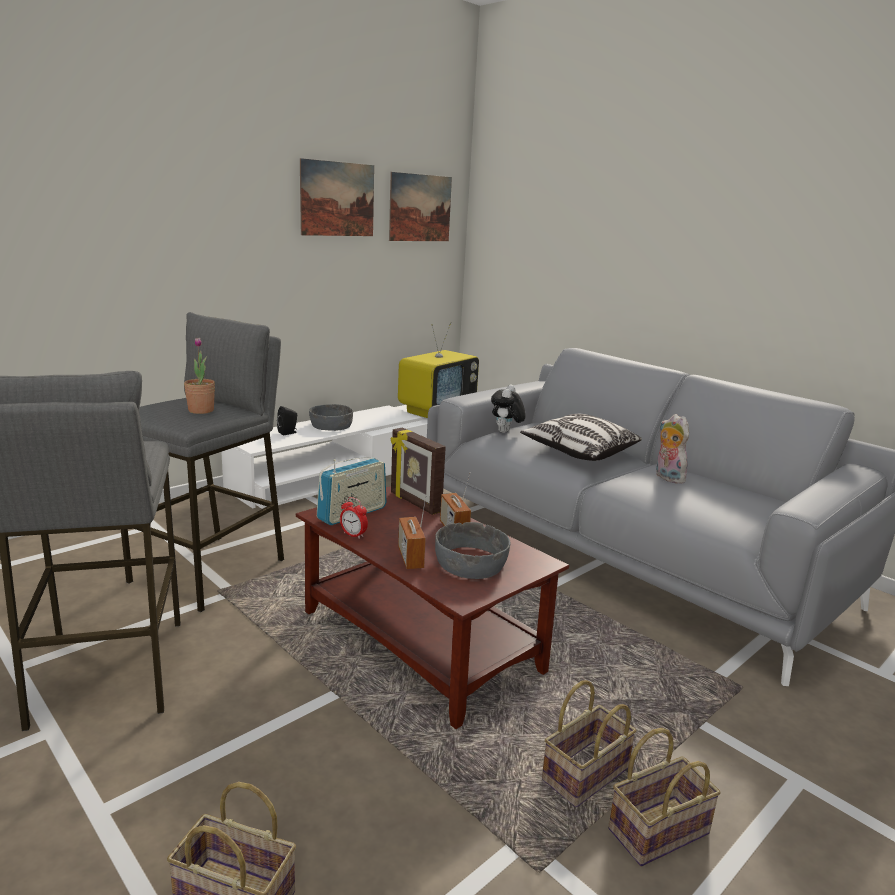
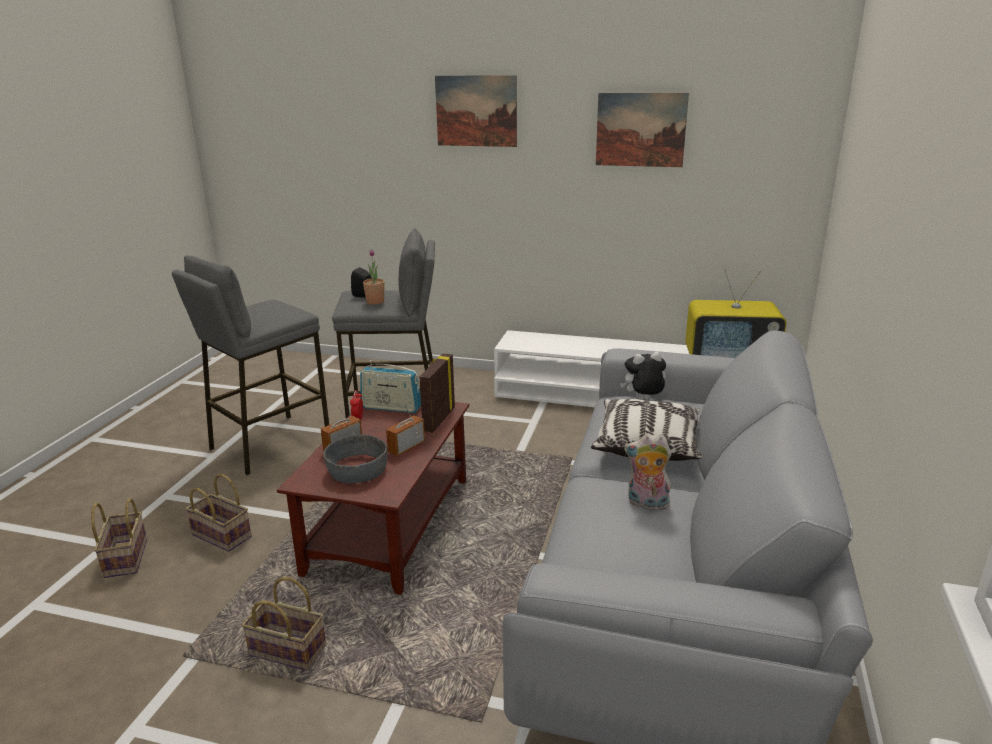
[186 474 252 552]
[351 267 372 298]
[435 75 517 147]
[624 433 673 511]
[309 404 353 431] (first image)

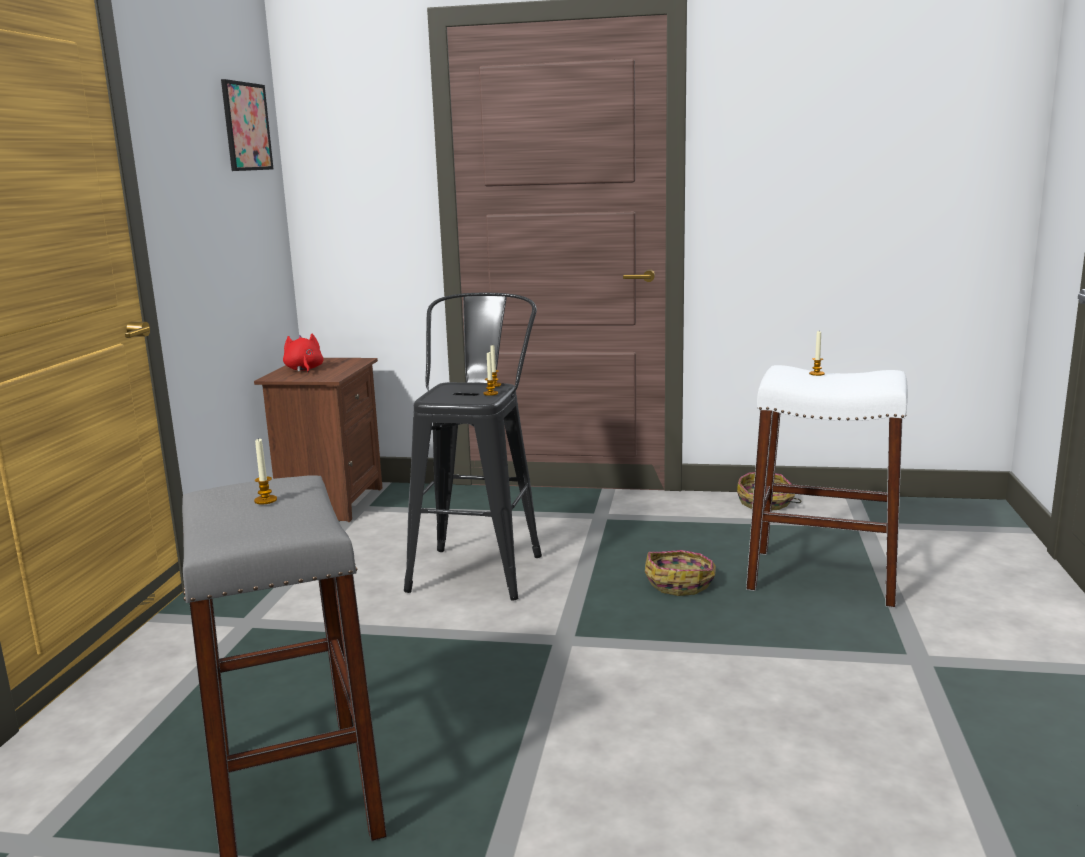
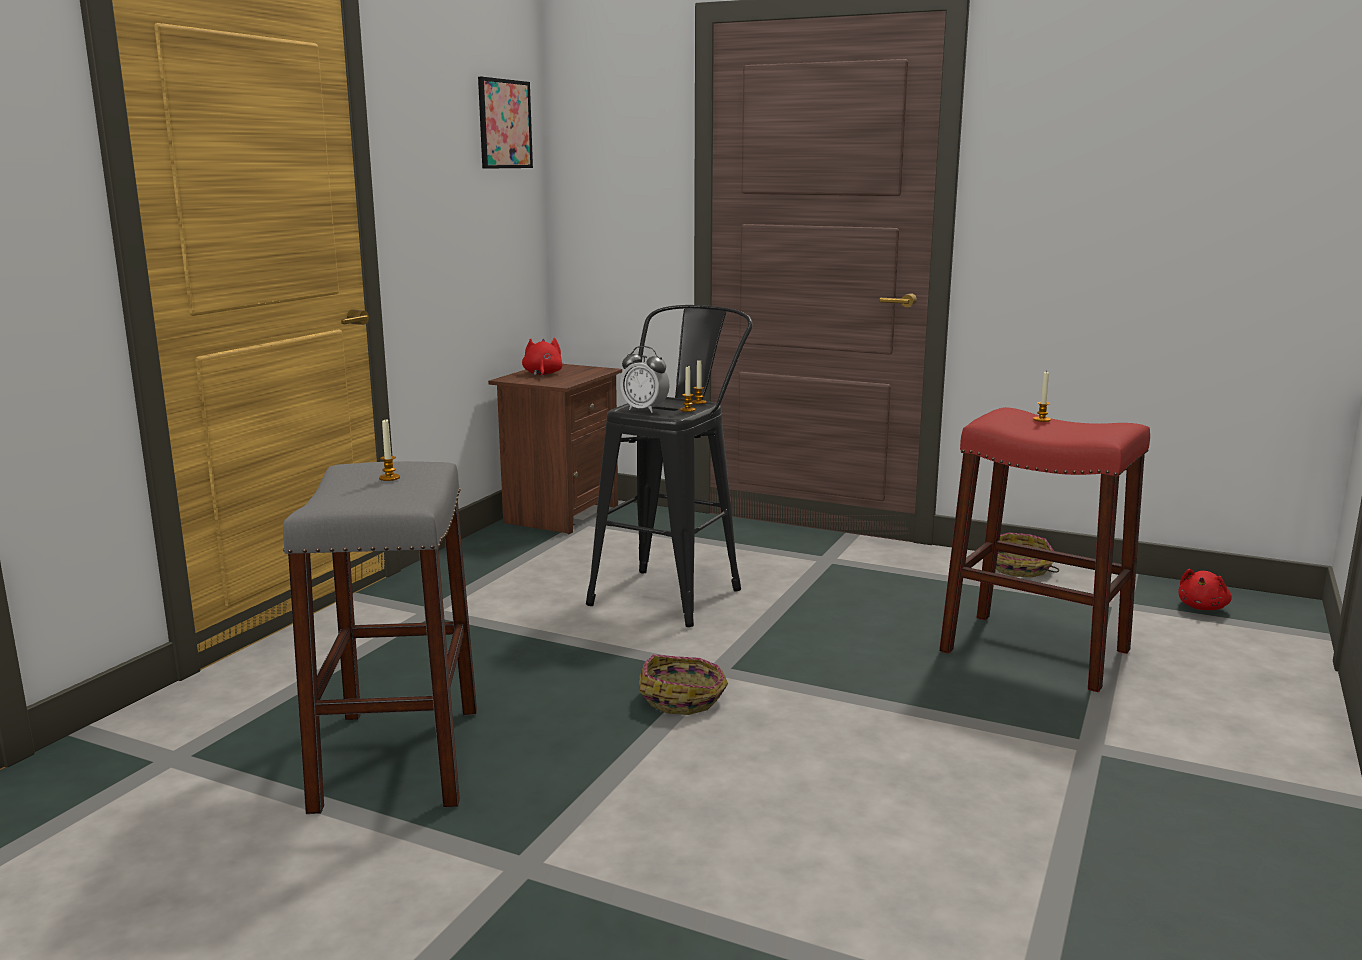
[620 346 670 413]
[639 654 728 715]
[939 407 1150 692]
[1178 569 1232 610]

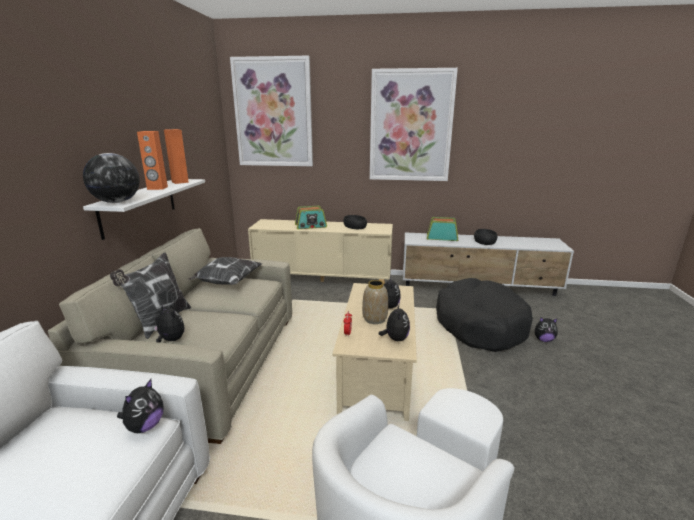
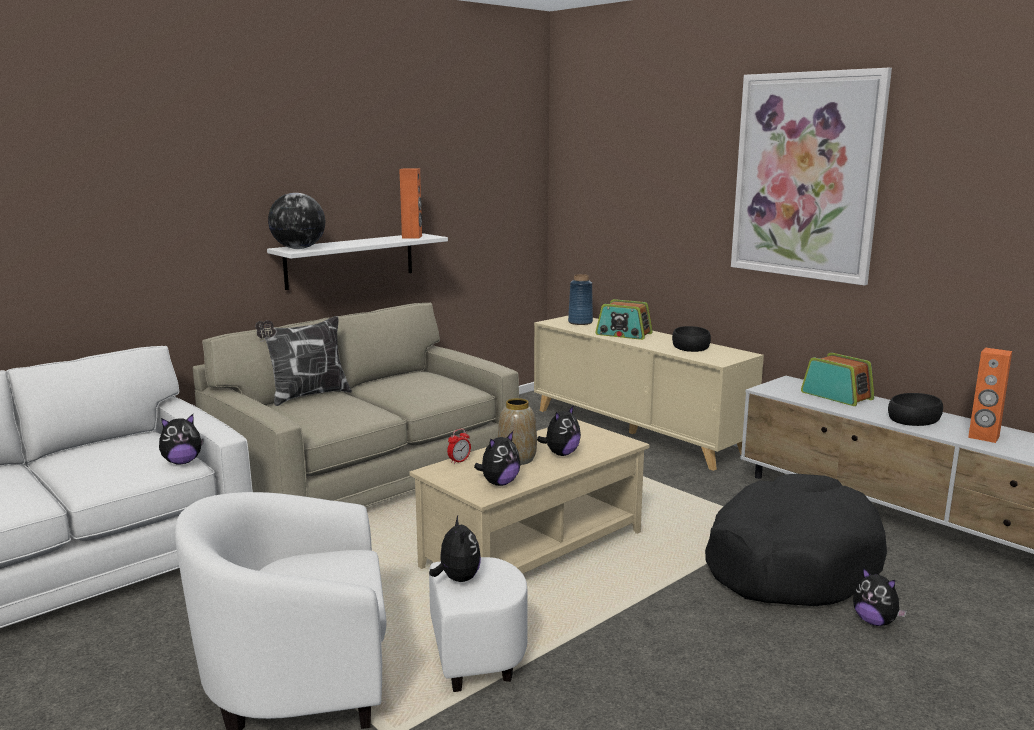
[429 516 481 582]
[568 274 593 325]
[968 348 1012 443]
[188 257 262 285] (first image)
[230 56 313 166] (first image)

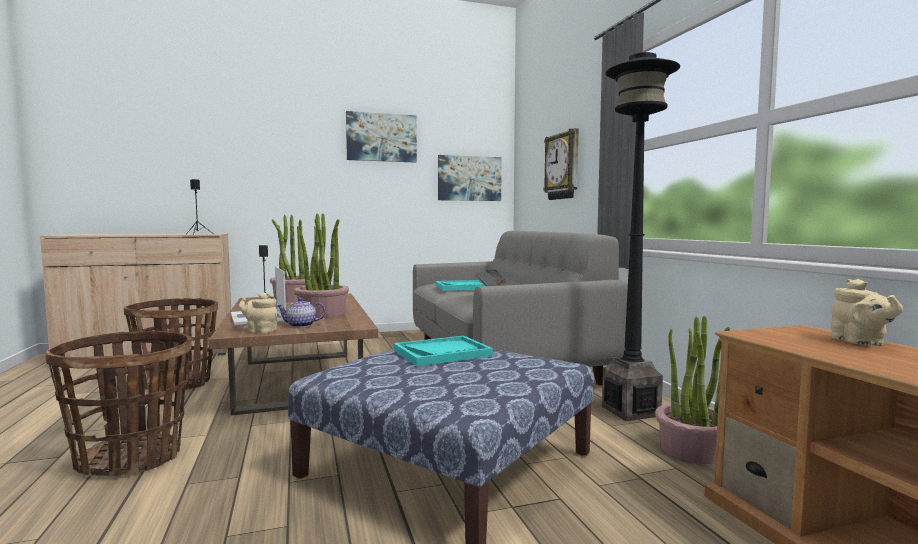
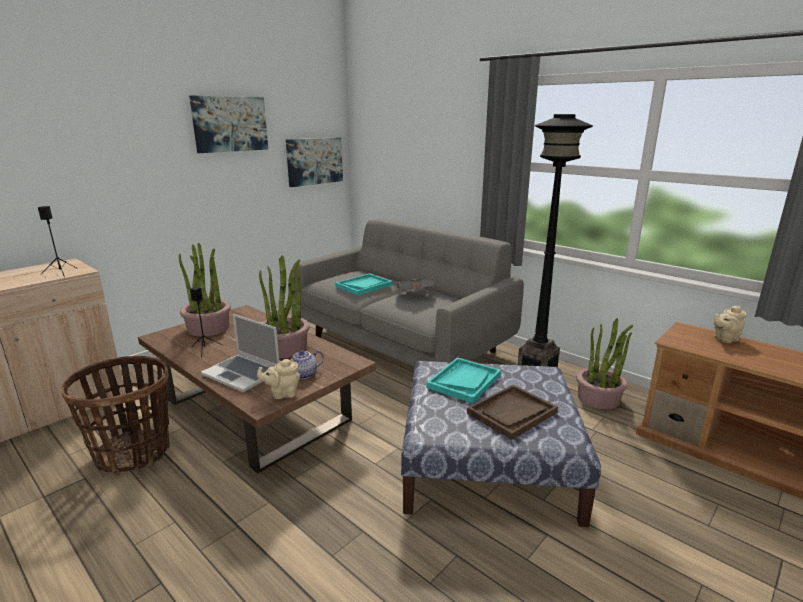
[467 385 558 440]
[713 306 747 343]
[46 330 192 477] (first image)
[543 128 579 200] (first image)

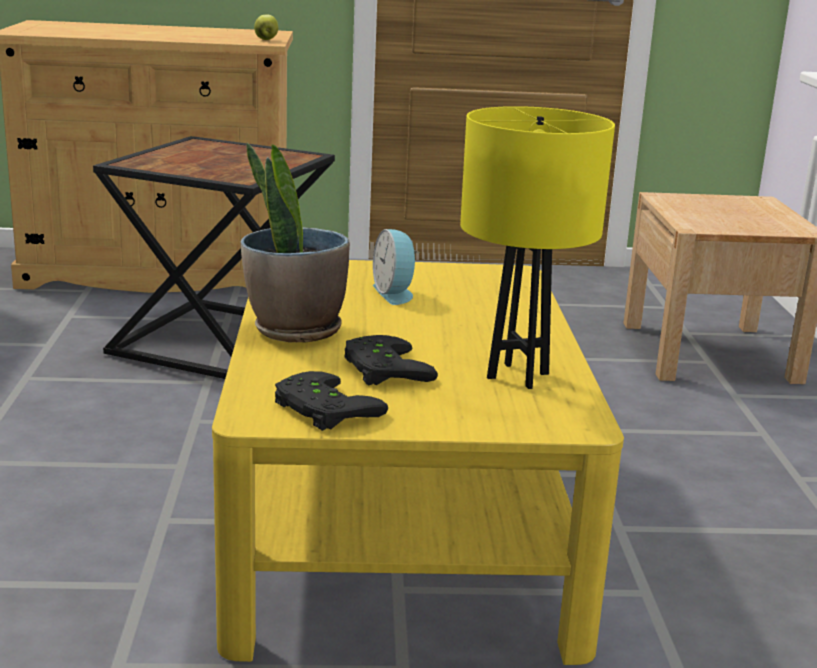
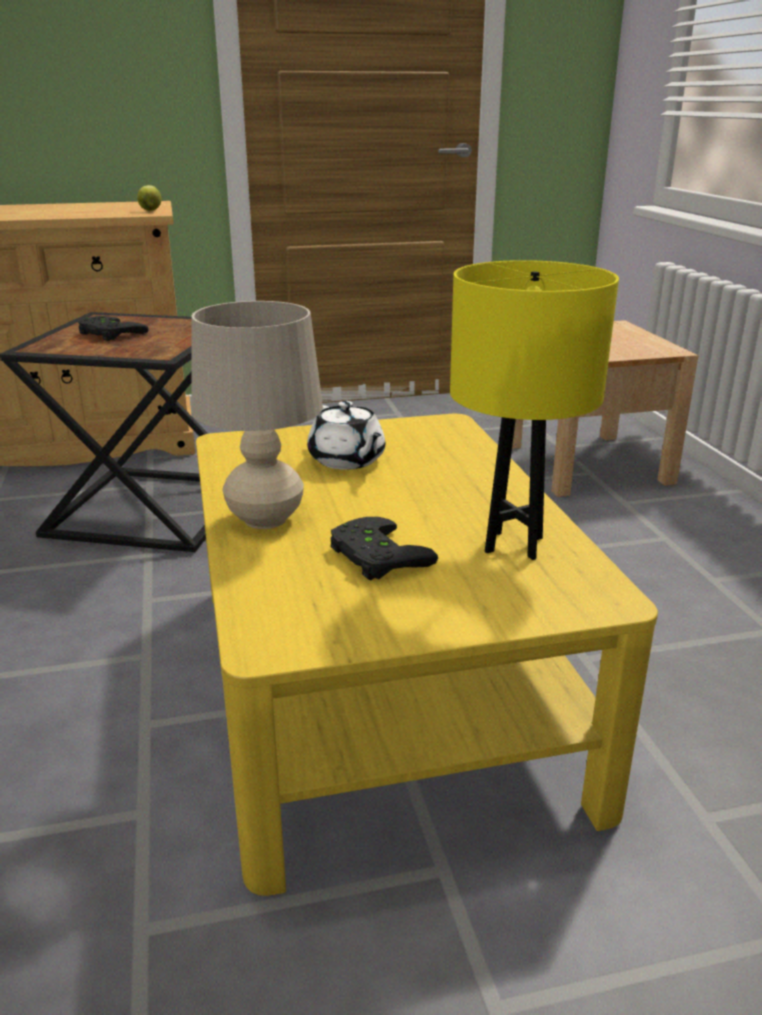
[78 316 149 341]
[191 301 323 529]
[307 401 385 470]

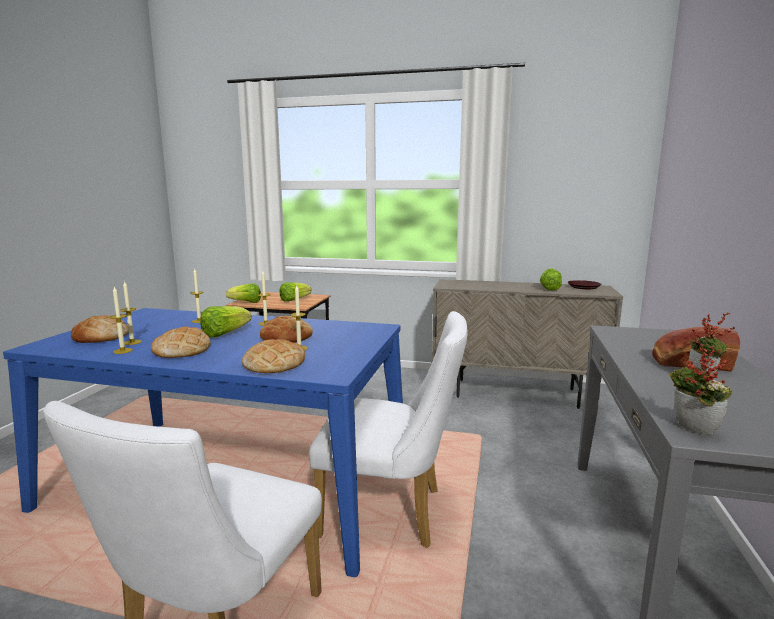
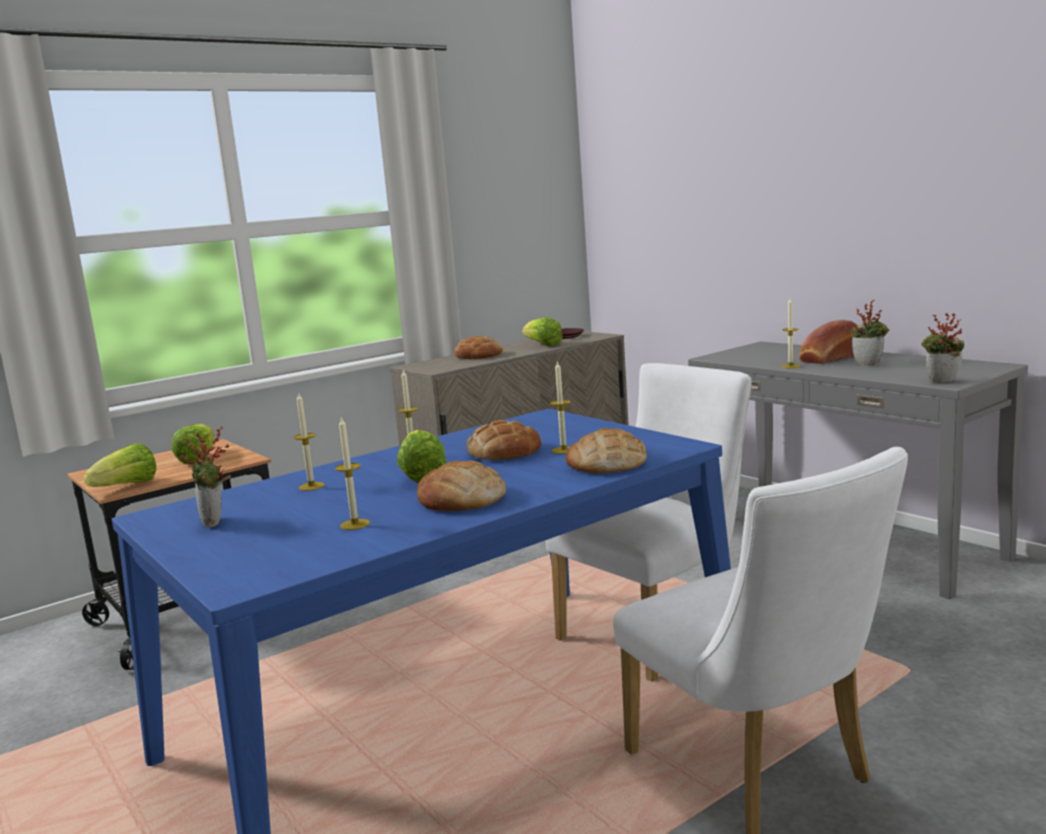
[180 427 231 527]
[454 335 503 359]
[781 299 800 368]

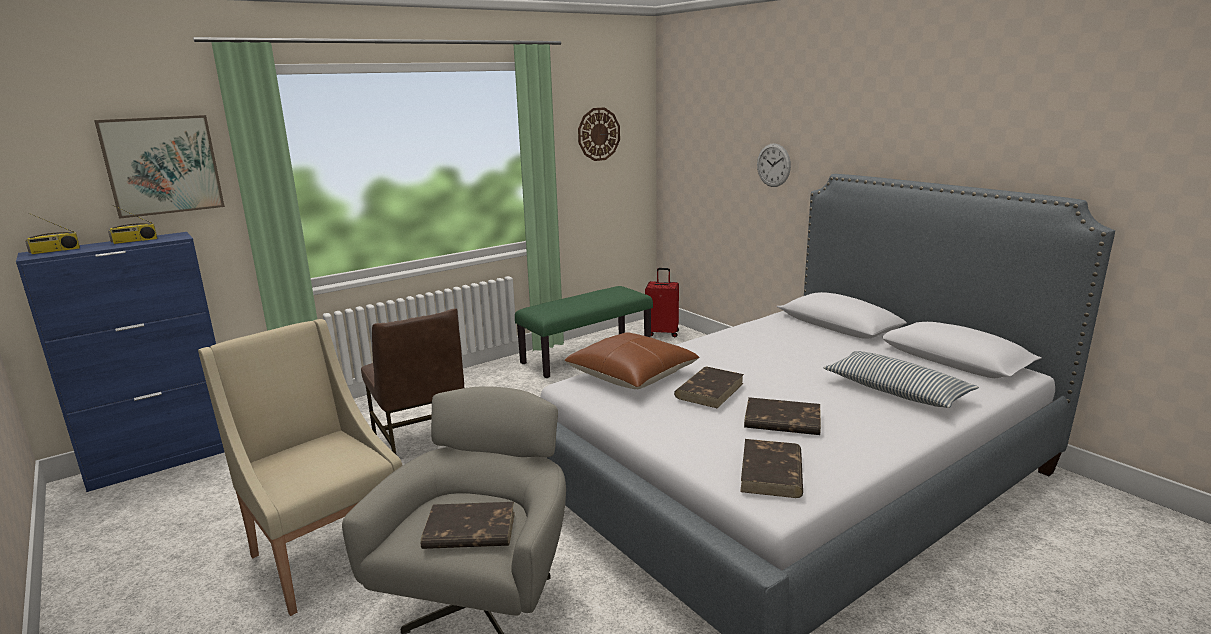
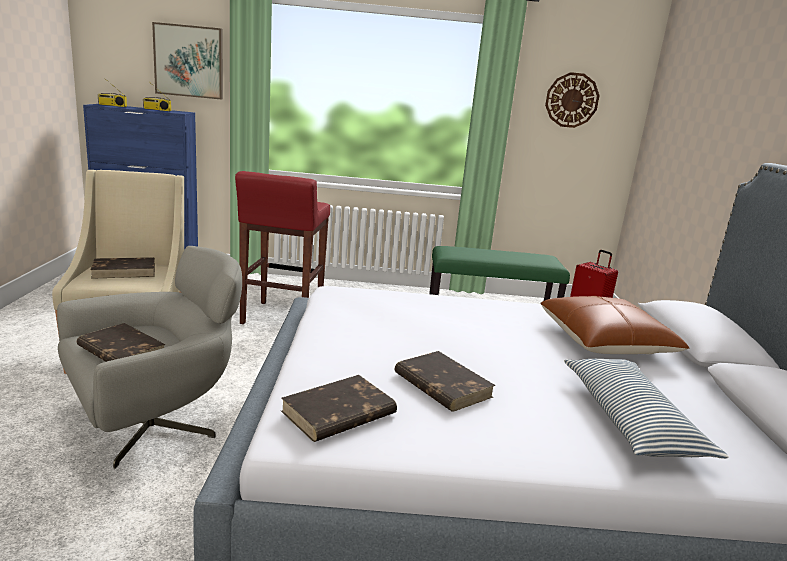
[90 257 155 279]
[235 171 330 324]
[540 296 689 354]
[757 143 791 187] (first image)

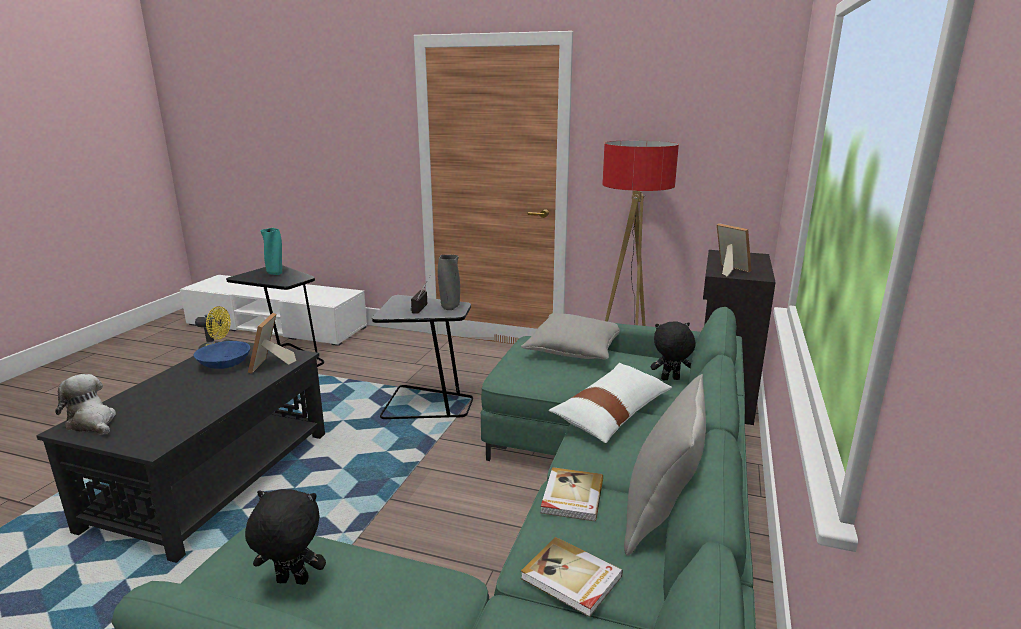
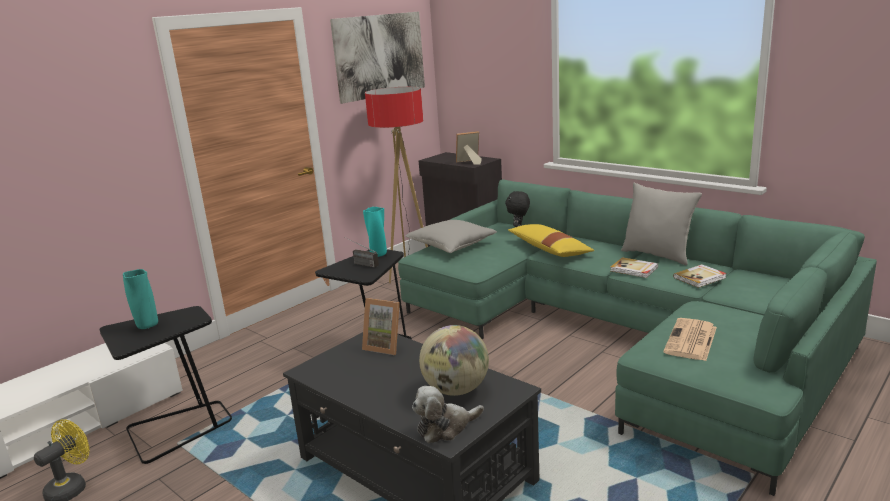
[330 12 425 104]
[363 207 387 257]
[419 325 489 396]
[508 224 594 257]
[663 318 717 361]
[194 341 250 369] (first image)

